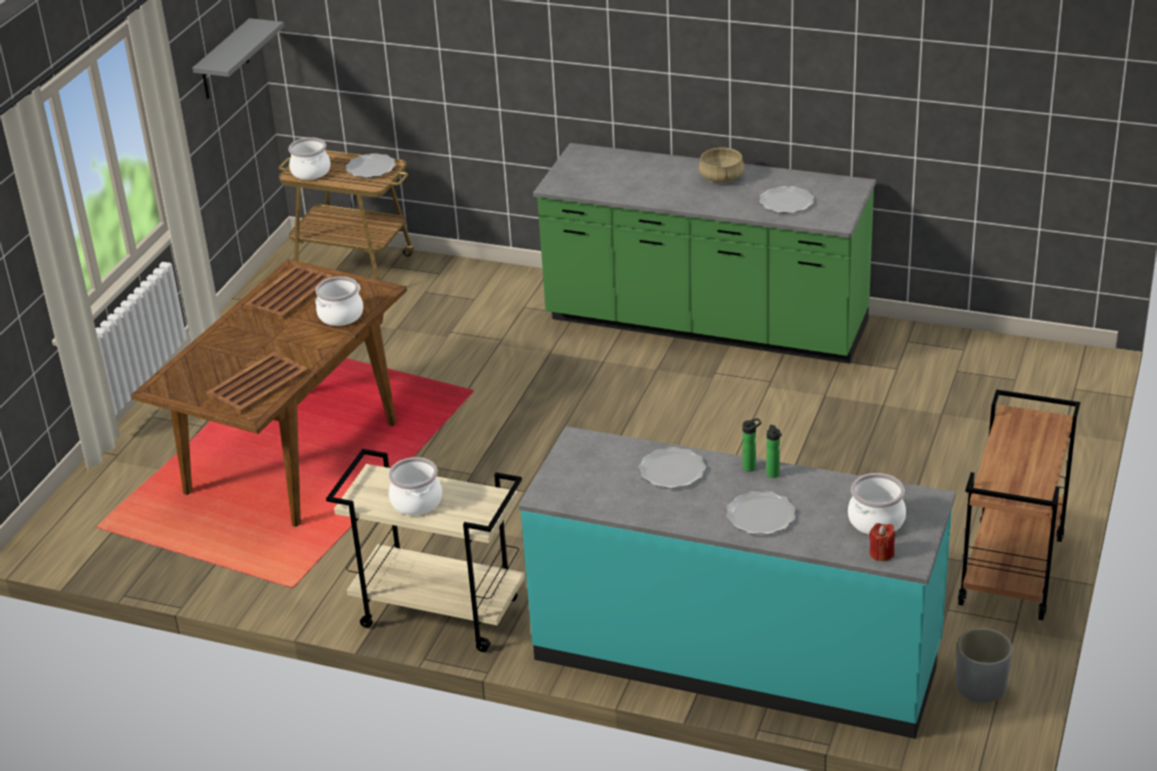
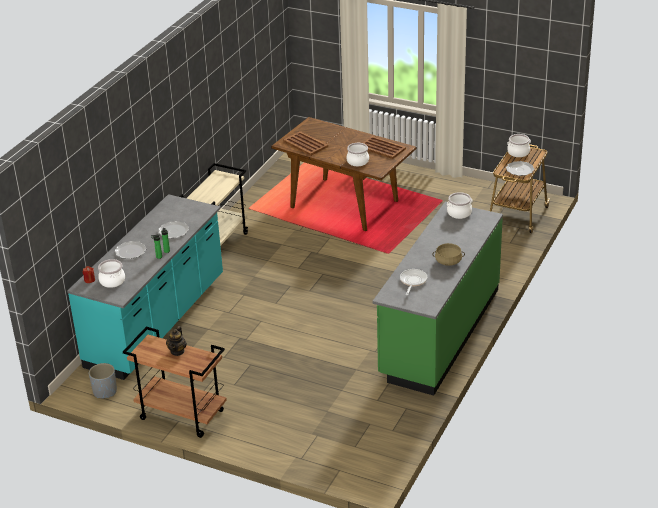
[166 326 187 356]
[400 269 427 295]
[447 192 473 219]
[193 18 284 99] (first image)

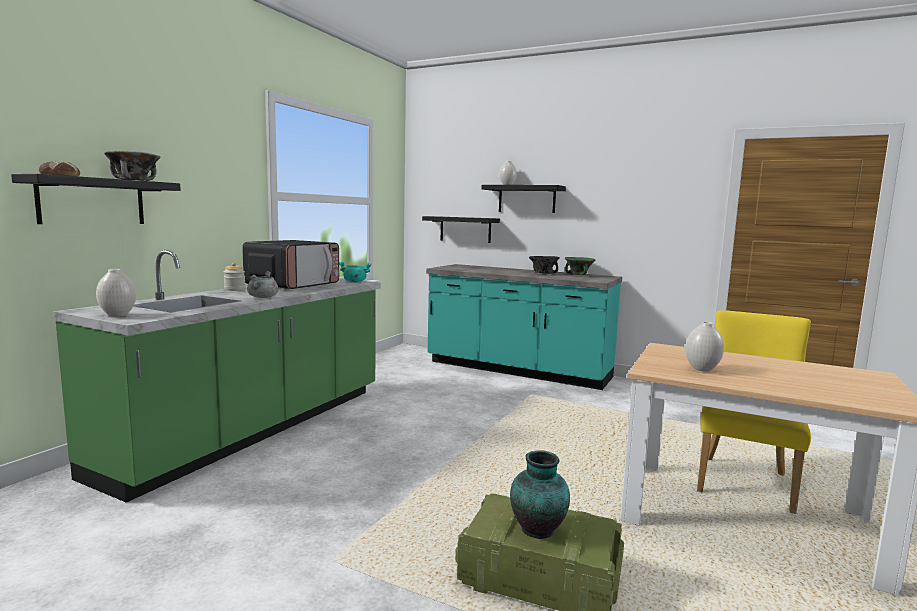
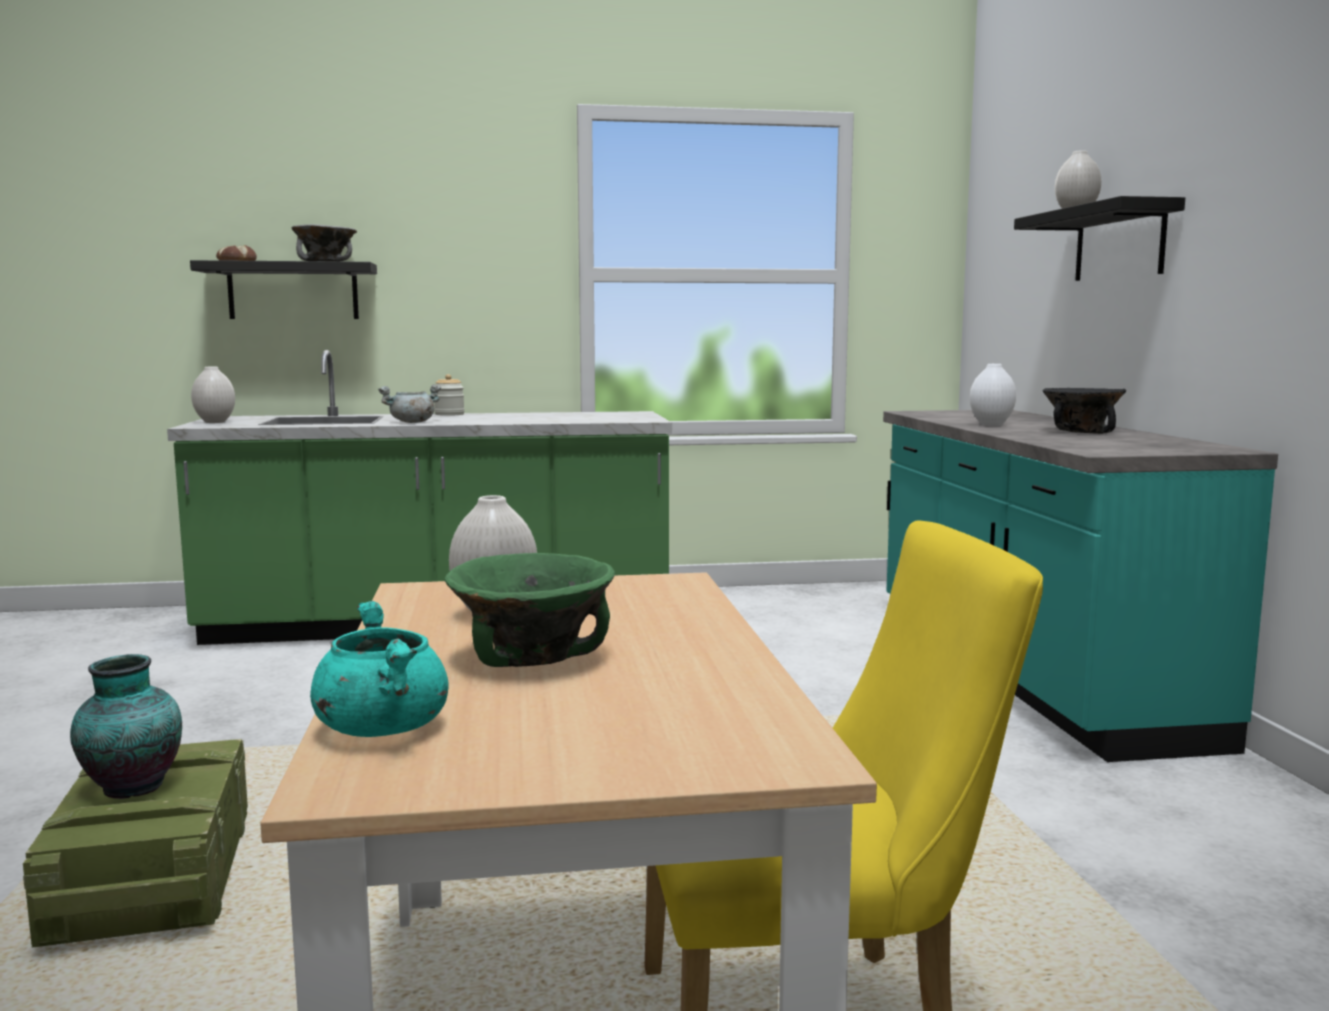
[310 601 449 737]
[445 553 615 667]
[970 364 1016 426]
[242 240 339 290] (first image)
[422 216 500 243] (first image)

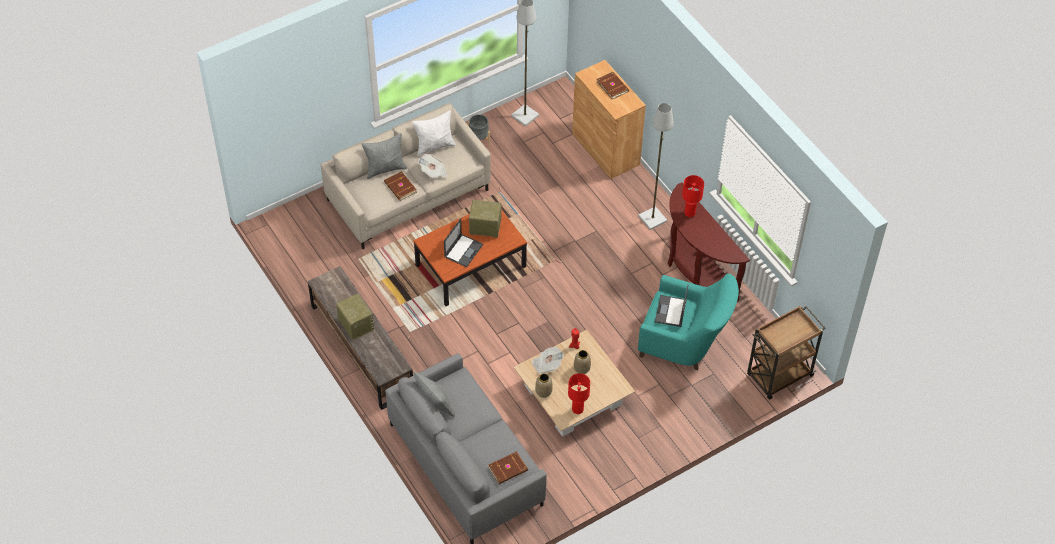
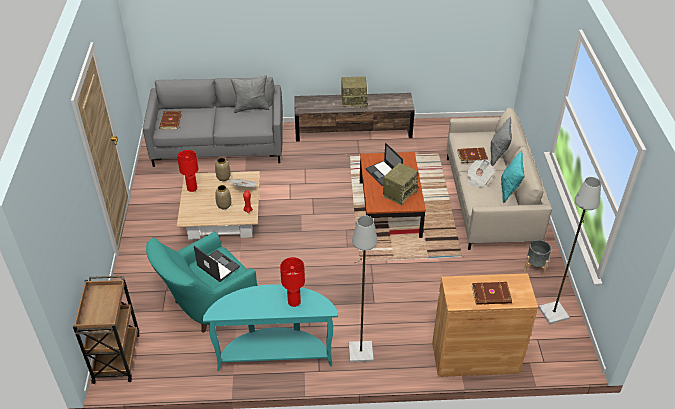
[203 284 338 371]
[501 150 525 203]

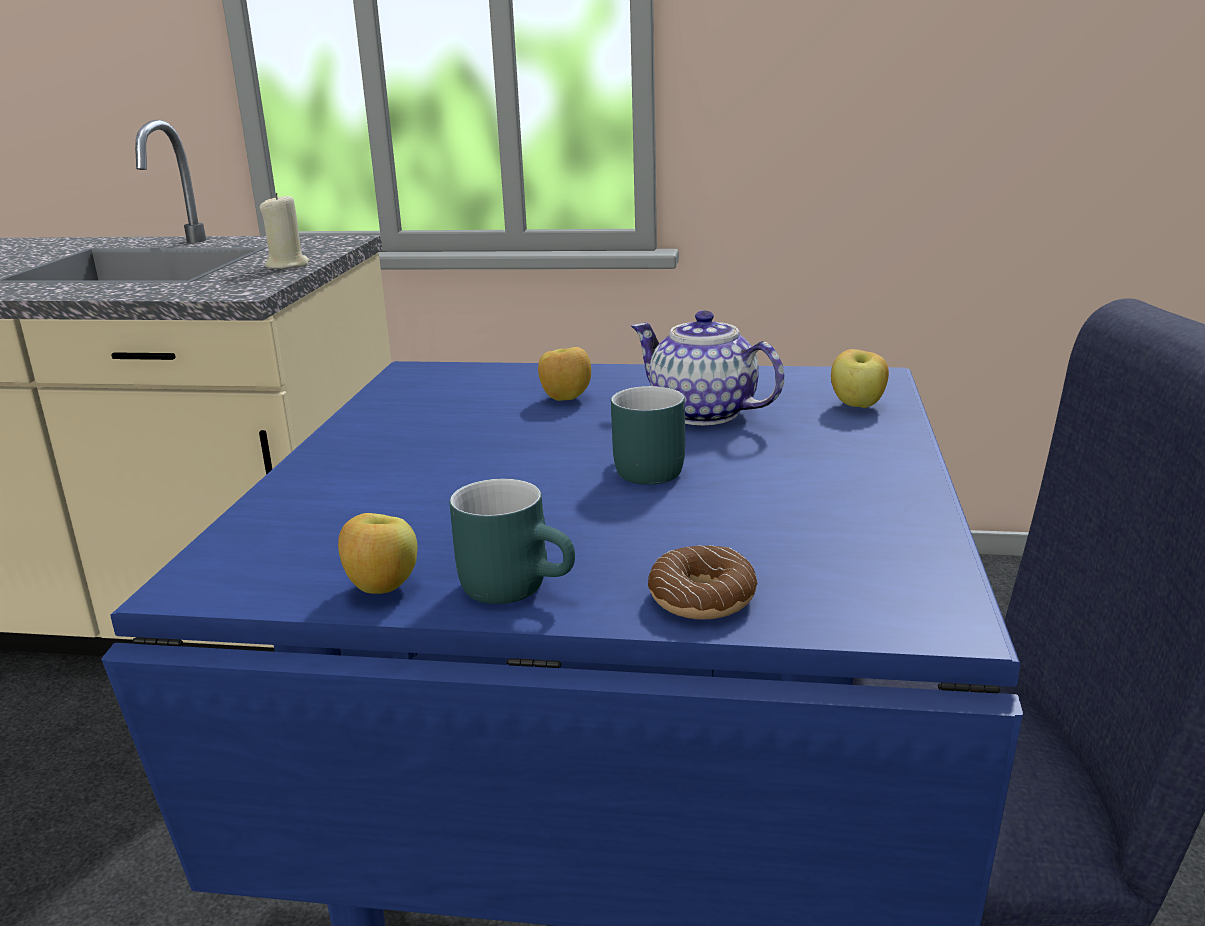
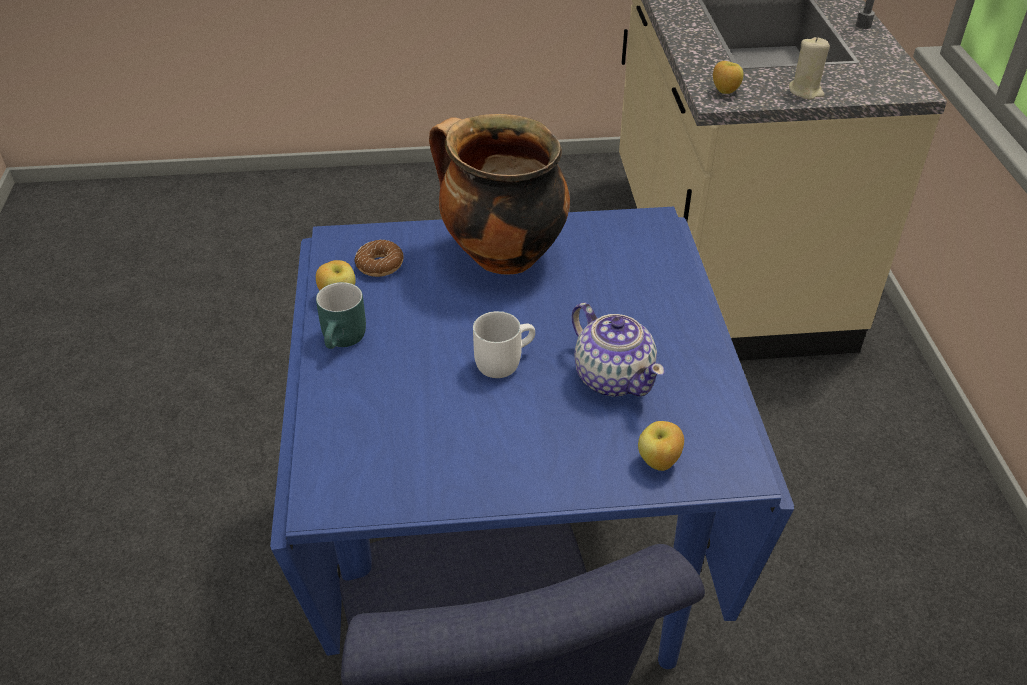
[354 240 404 277]
[429 114 570 274]
[473 311 535 378]
[572 302 665 397]
[713 61 743 94]

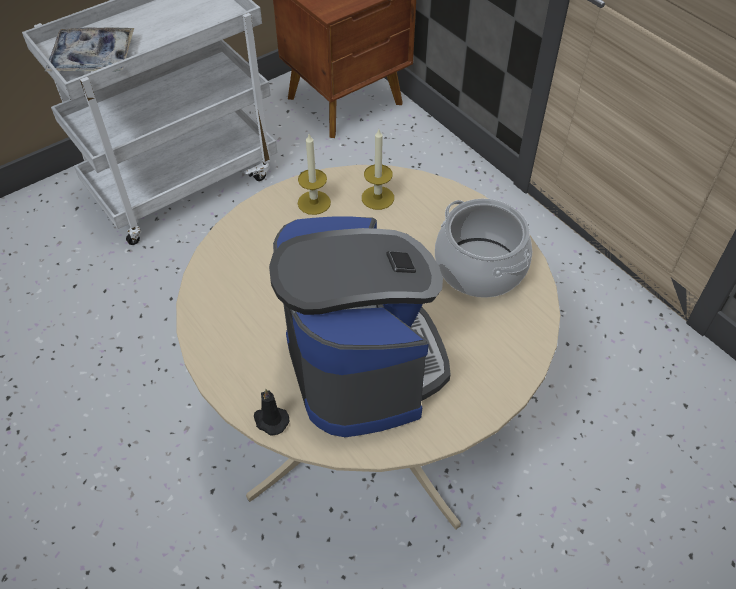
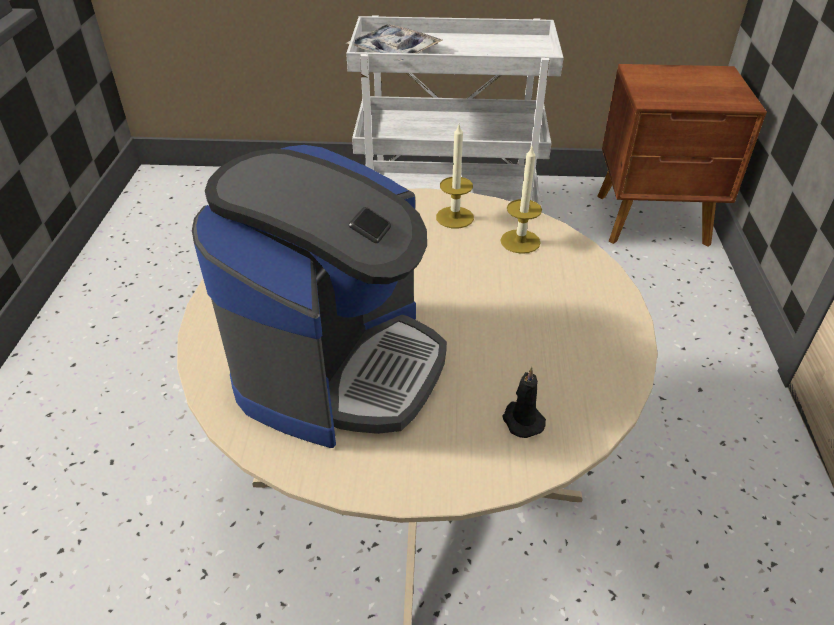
[502 367 546 438]
[435 199 532 298] (first image)

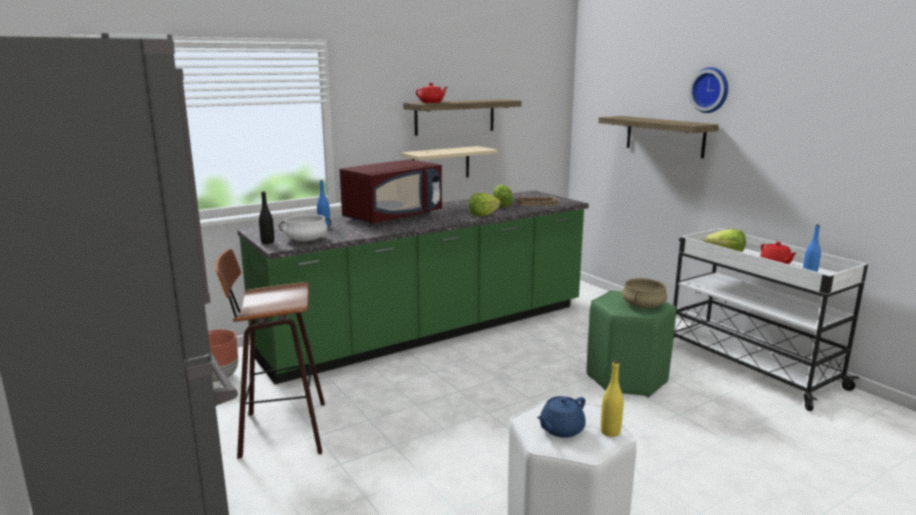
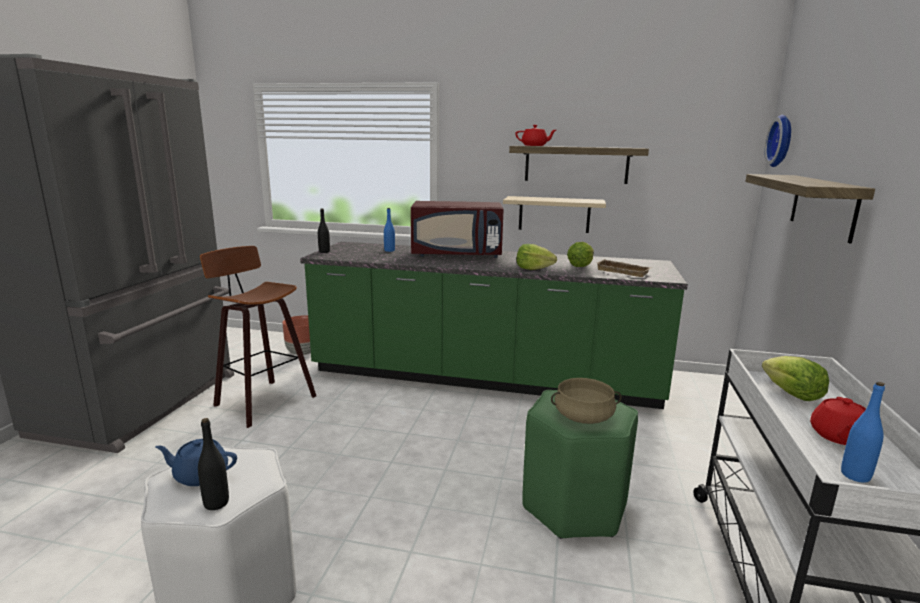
[198 418 229 510]
[764 115 791 167]
[279 214 331 241] (first image)

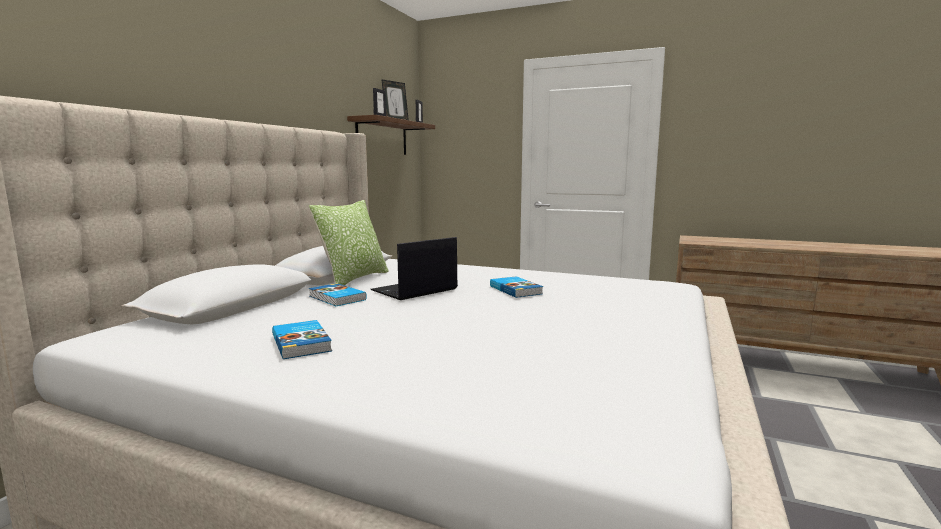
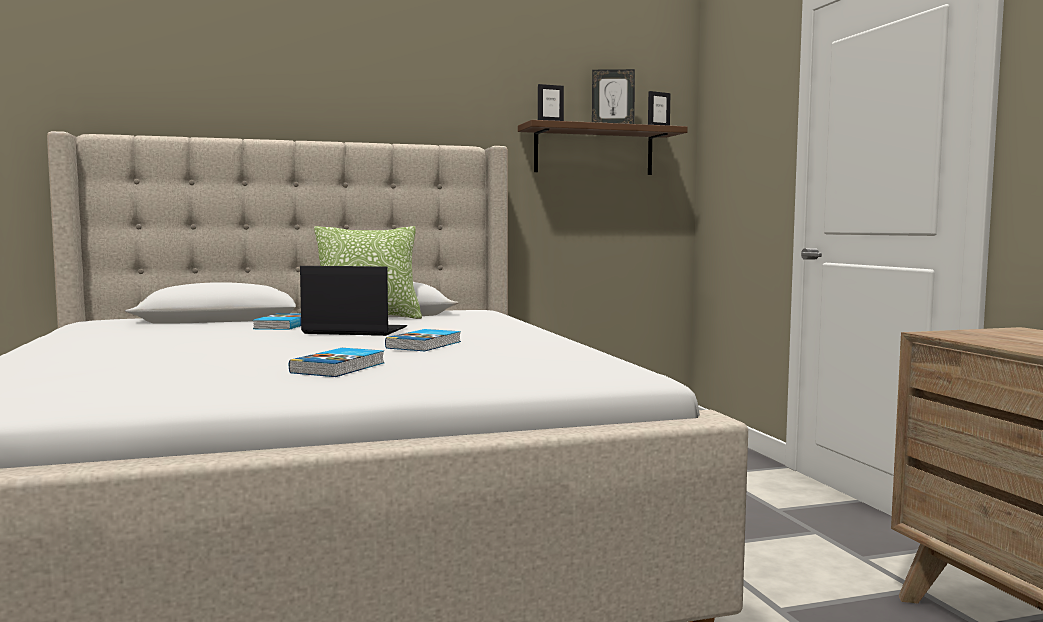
[289 348 384 377]

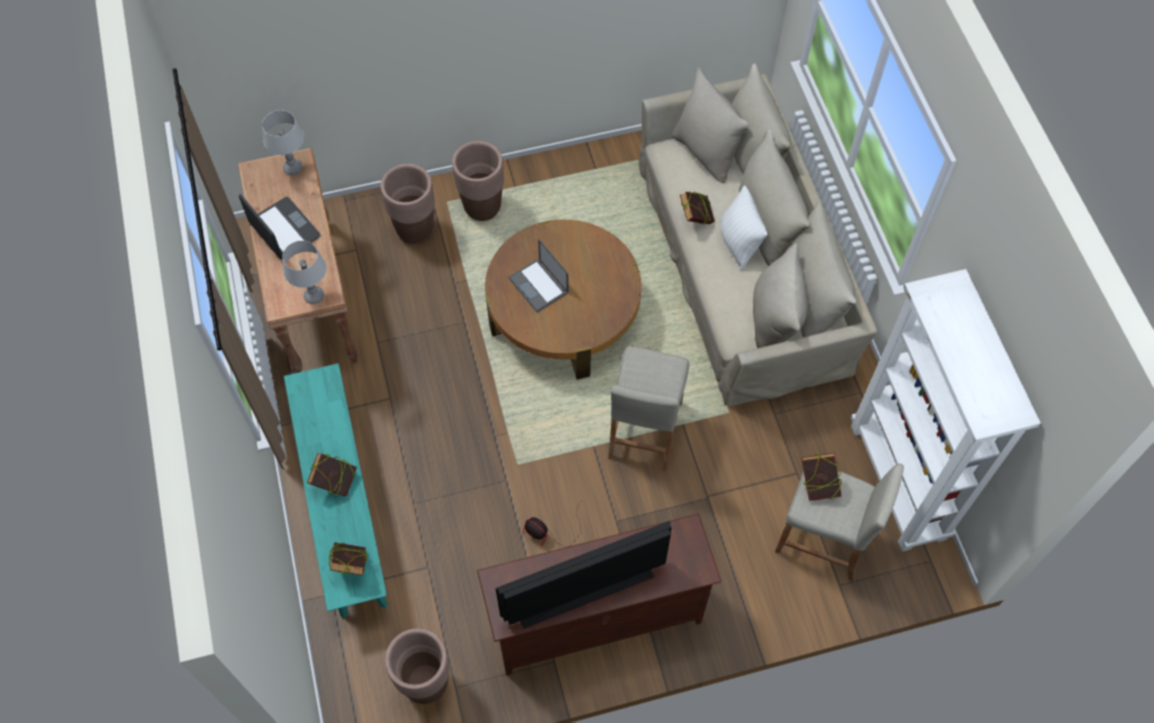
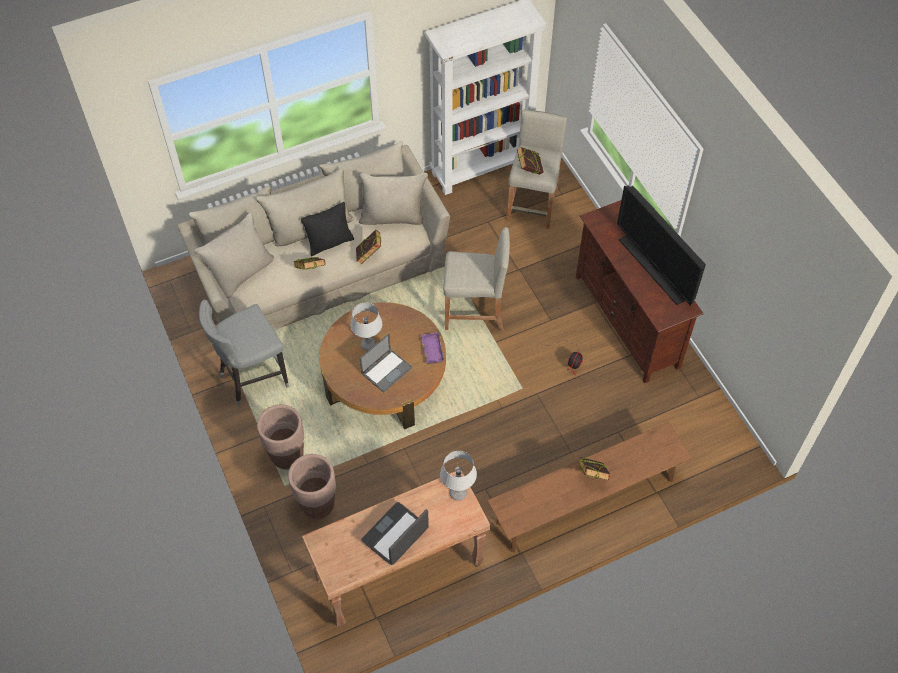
[199 300 289 407]
[301 202 354 256]
[350 303 382 351]
[355 230 381 264]
[421 332 444 364]
[488 422 692 553]
[385 628 450 704] (first image)

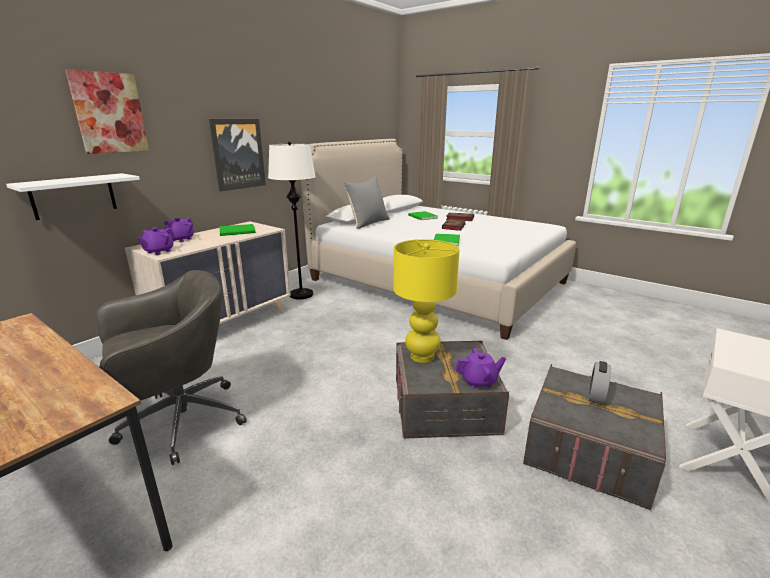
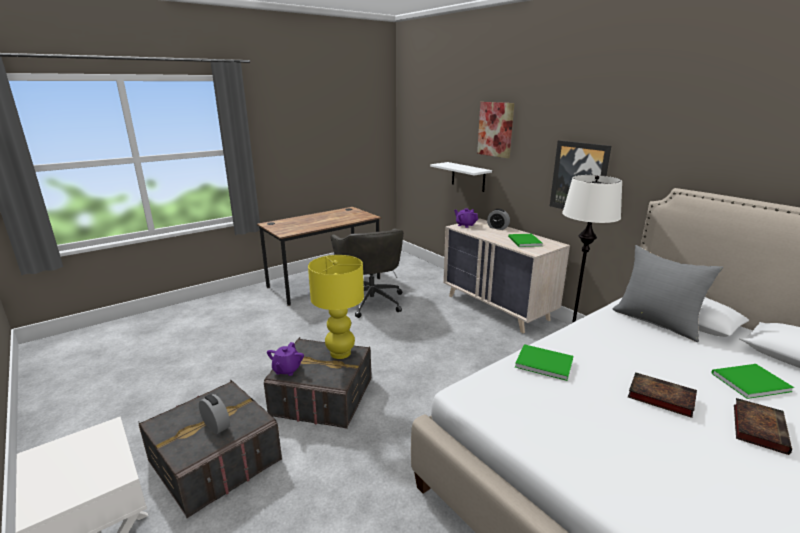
[487 209 510 230]

